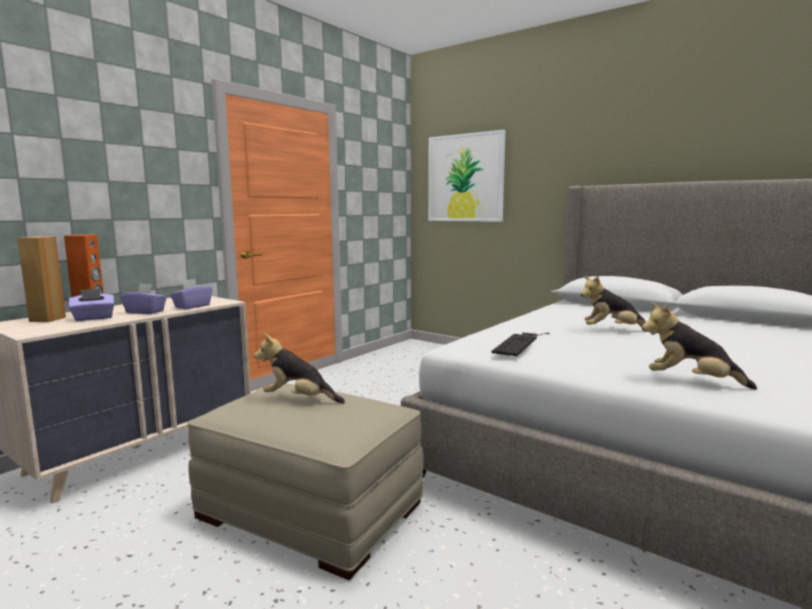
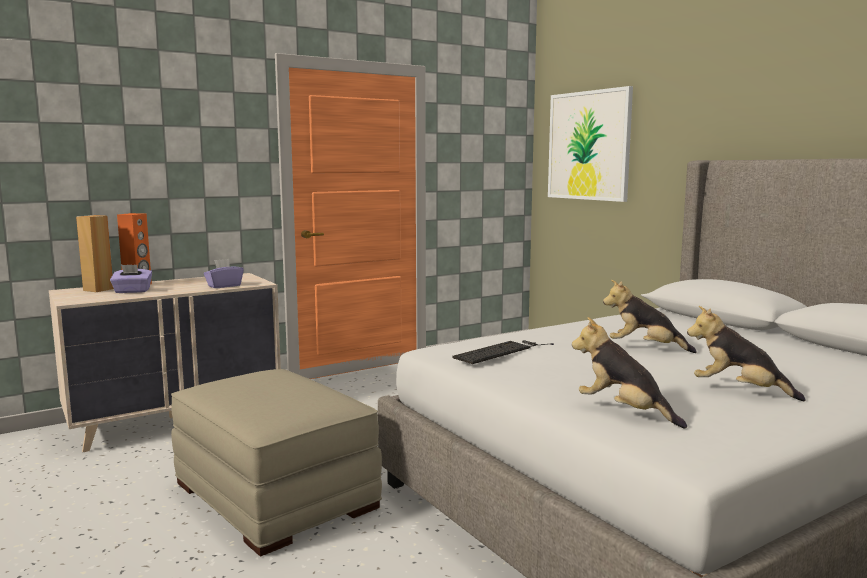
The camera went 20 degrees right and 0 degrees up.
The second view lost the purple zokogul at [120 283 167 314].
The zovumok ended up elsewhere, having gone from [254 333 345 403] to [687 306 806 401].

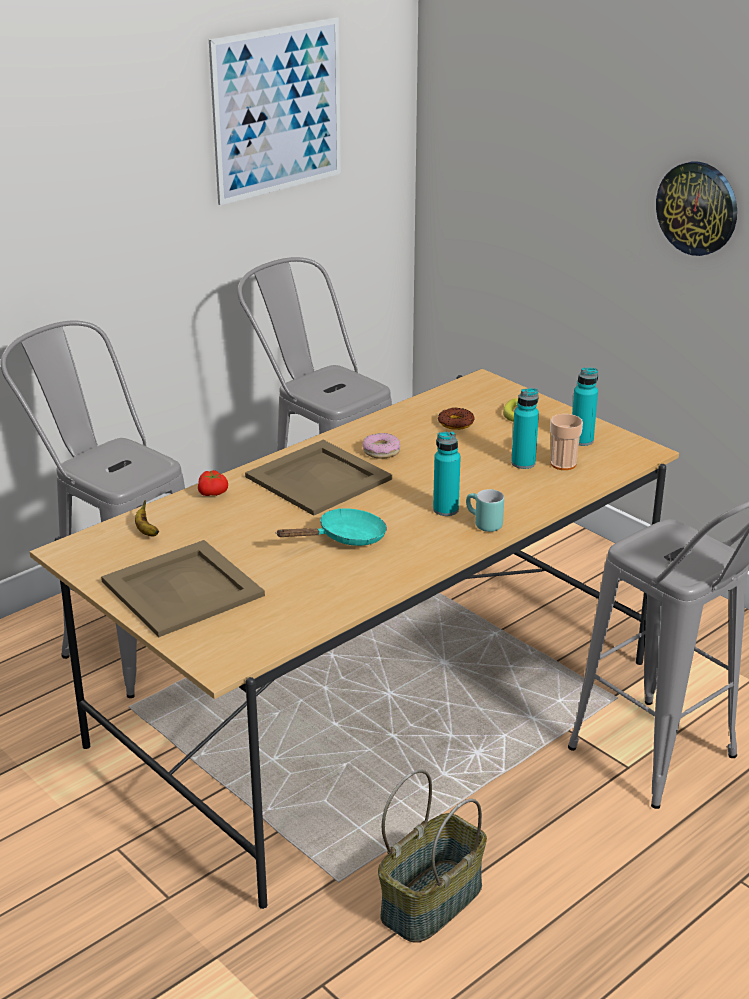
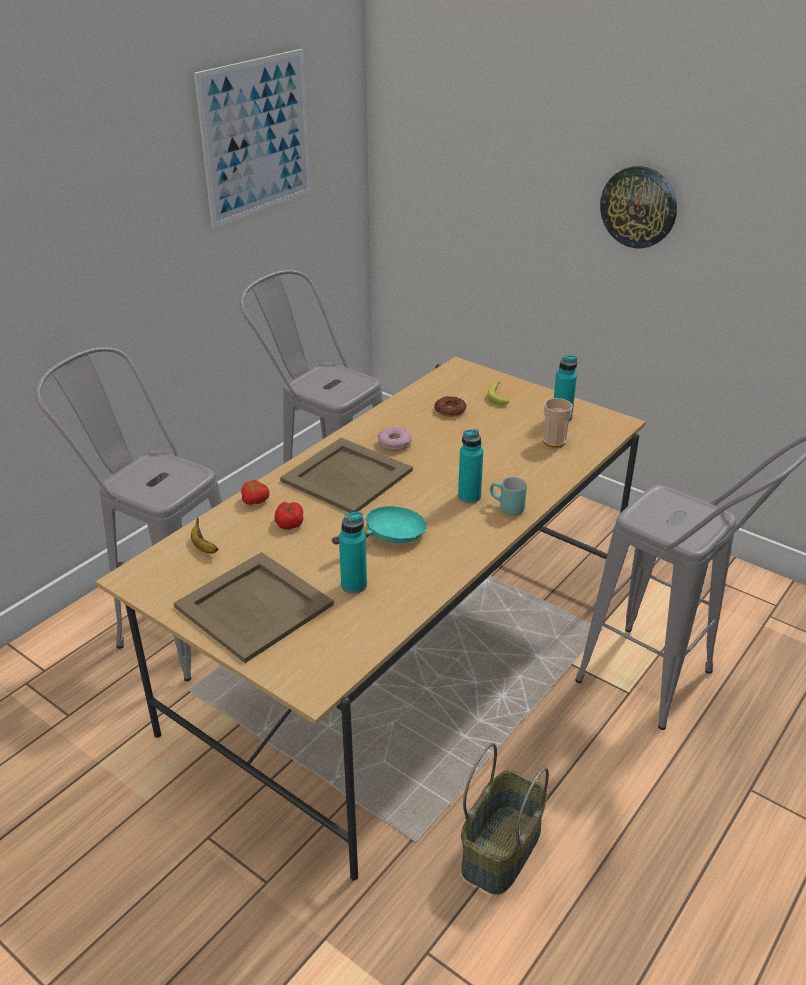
The camera went 10 degrees left and 5 degrees up.
The second view gained the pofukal at [275 502 303 530].
The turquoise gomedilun ended up elsewhere, having gone from [511 388 539 469] to [339 512 367 594].

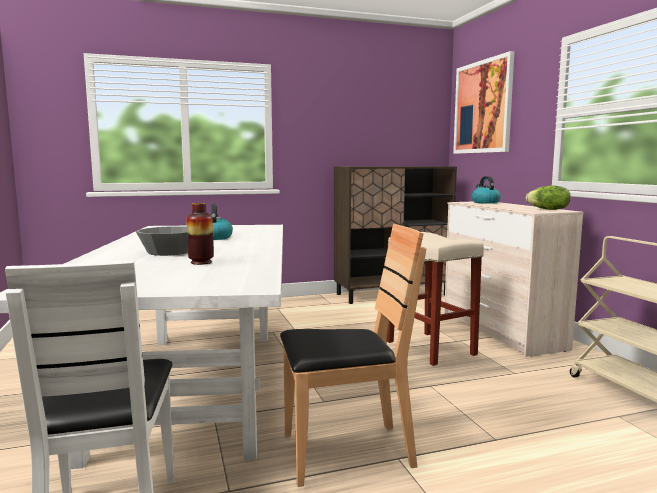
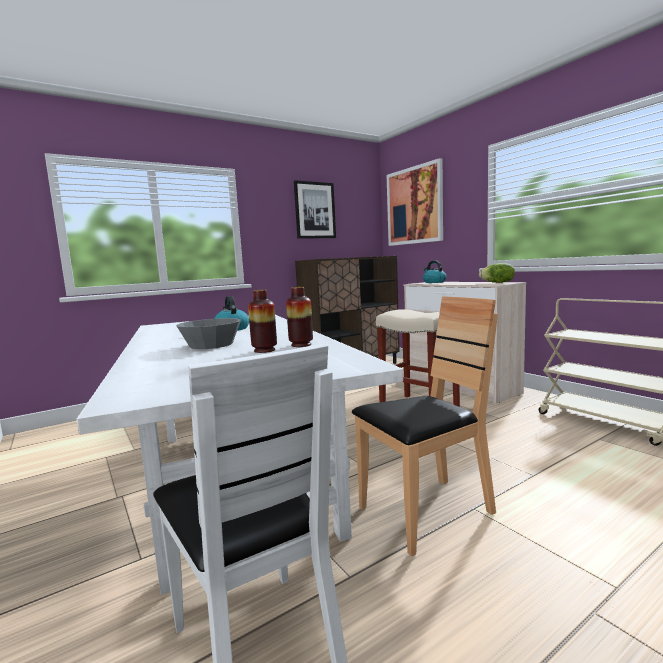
The camera went 15 degrees left and 0 degrees up.
The second view gained the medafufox at [286 287 313 347].
The second view gained the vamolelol at [294 180 336 239].

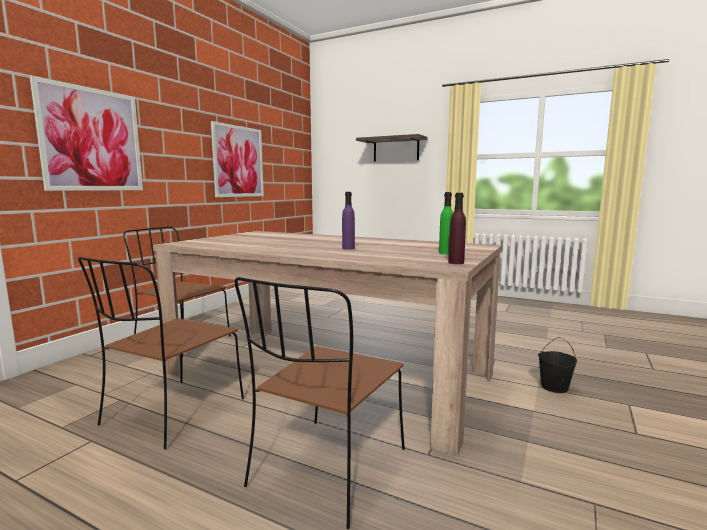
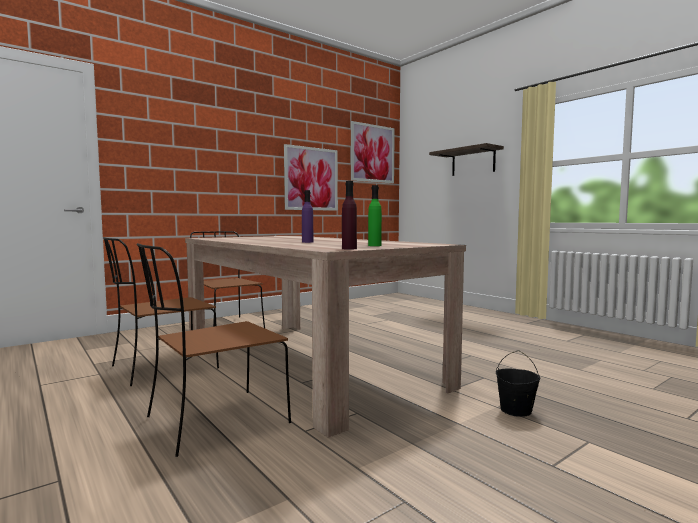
The camera went 25 degrees right and 5 degrees down.
The vamolelol ended up elsewhere, having gone from [30 76 143 191] to [351 121 395 183].

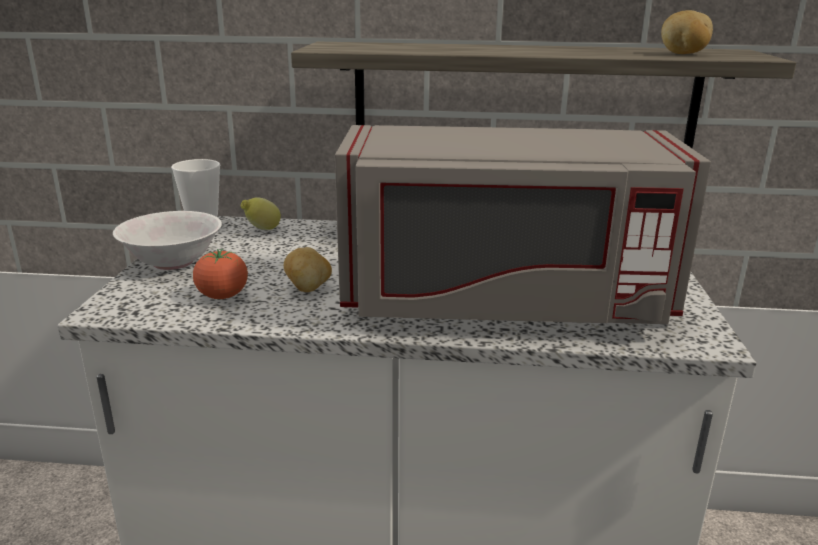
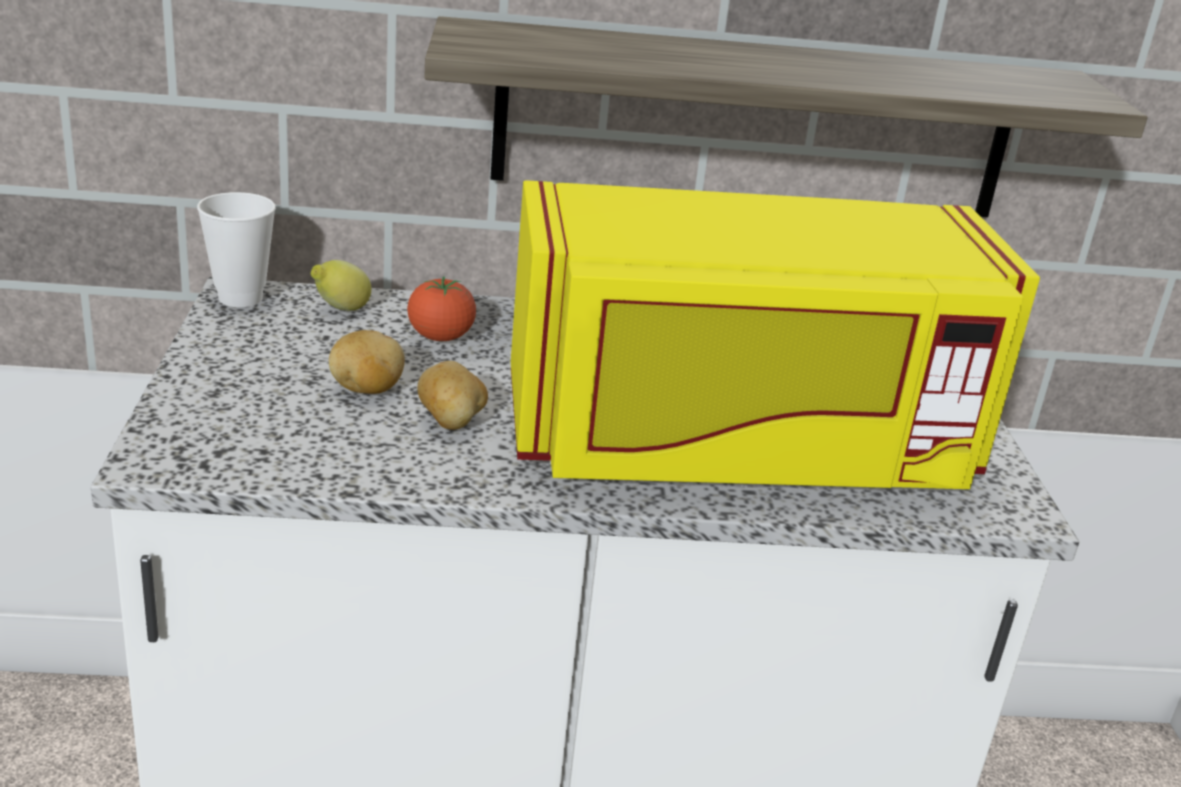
The camera went 10 degrees left and 5 degrees up.
The second view lost the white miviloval at [113 211 222 270].
The pofukal ended up elsewhere, having gone from [193 249 248 299] to [407 276 476 341].
The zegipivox ended up elsewhere, having gone from [661 10 713 54] to [329 330 405 394].
What was the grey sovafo at [335 125 711 324] turned into the yellow sovafo at [511 180 1040 489].

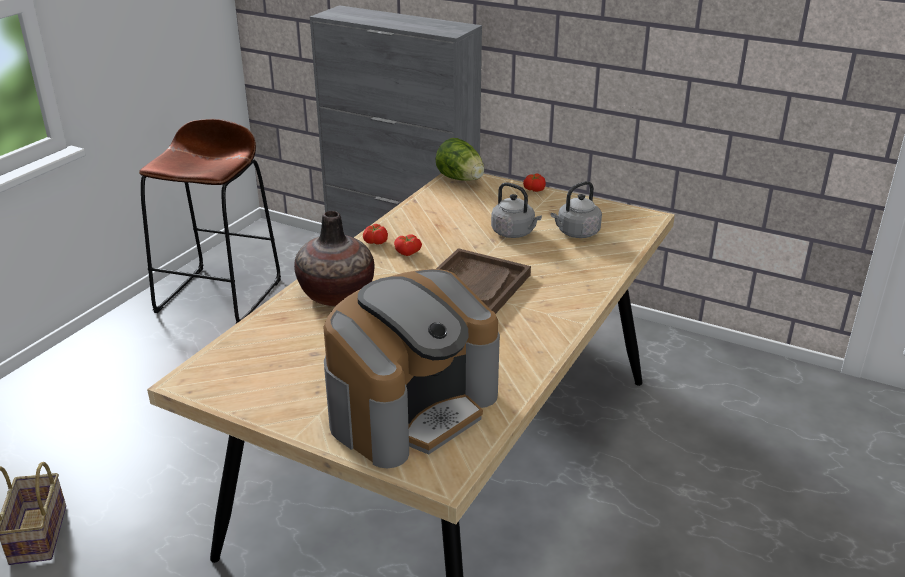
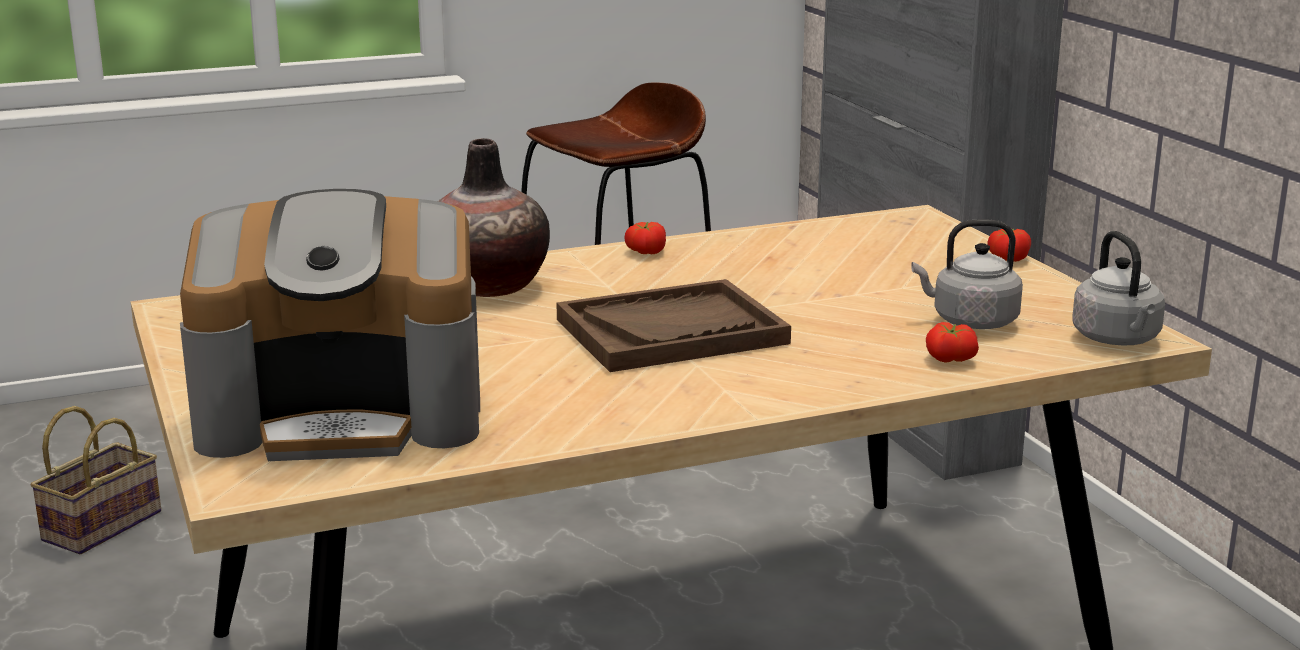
The camera went 40 degrees right and 10 degrees down.
The second view lost the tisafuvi at [436 138 484 181].
The pofukal ended up elsewhere, having gone from [394 234 422 256] to [926 322 979 363].
The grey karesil ended up elsewhere, having gone from [491 182 542 238] to [1072 231 1165 346].

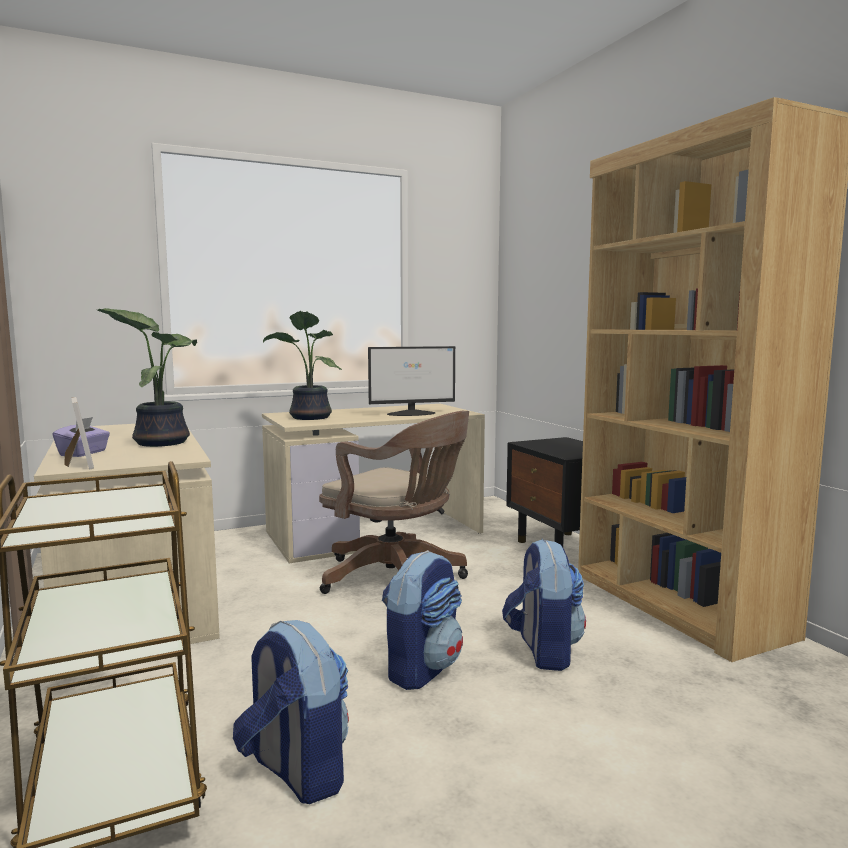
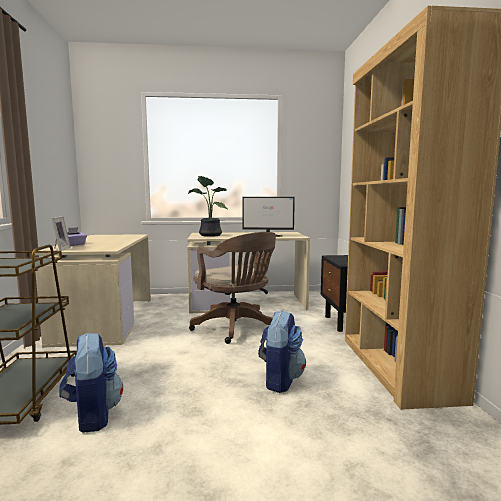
The camera went 20 degrees right and 0 degrees up.
The second view lost the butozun at [97 308 197 447].
The second view lost the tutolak at [382 550 463 690].

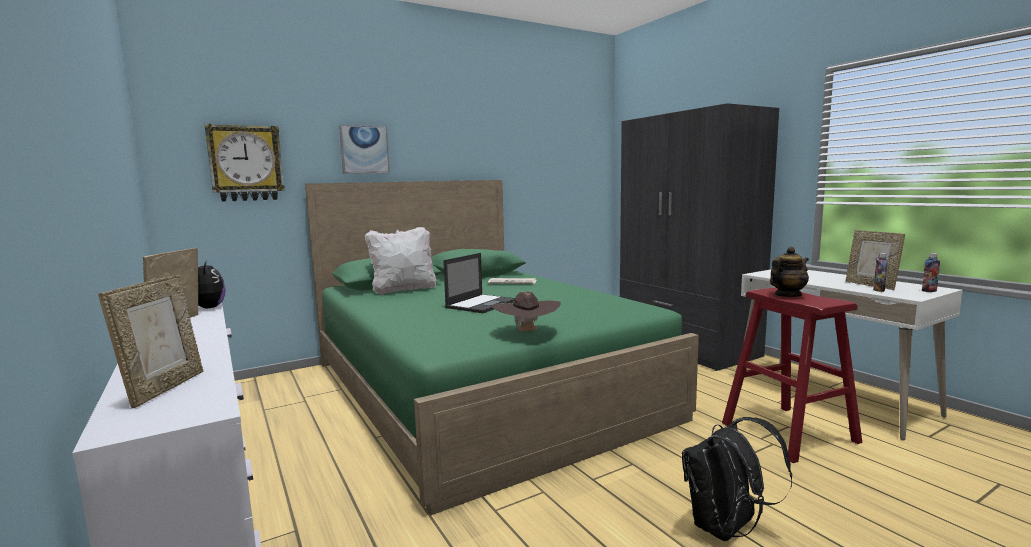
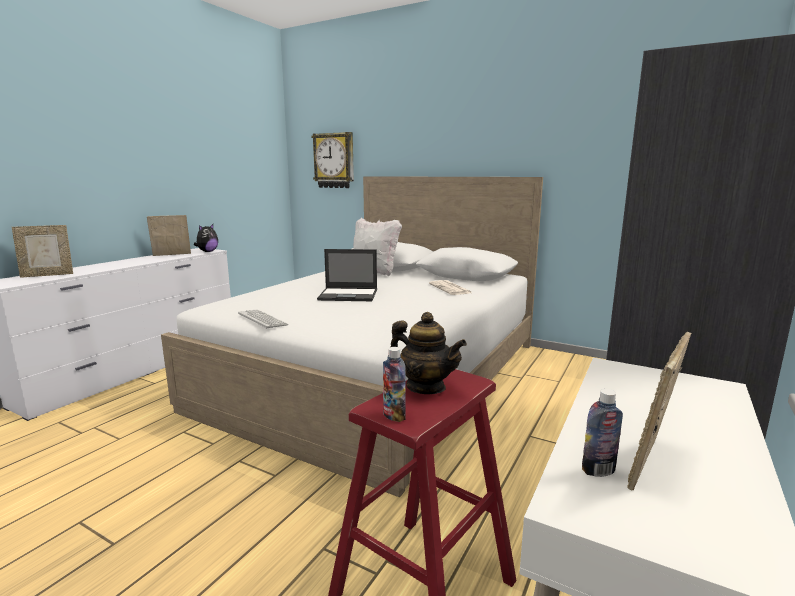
The camera went 60 degrees right and 5 degrees up.
The second view lost the vamolelol at [339 125 390 174].
The second view lost the black tutolak at [682 417 792 541].
The gomedilun ended up elsewhere, having gone from [922 253 940 292] to [383 347 406 422].
Where the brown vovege stood at [491 291 561 332], the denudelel came to stand at [238 309 289 329].
What was the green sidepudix at [305 180 699 515] turned into the white sidepudix at [161 176 543 497].

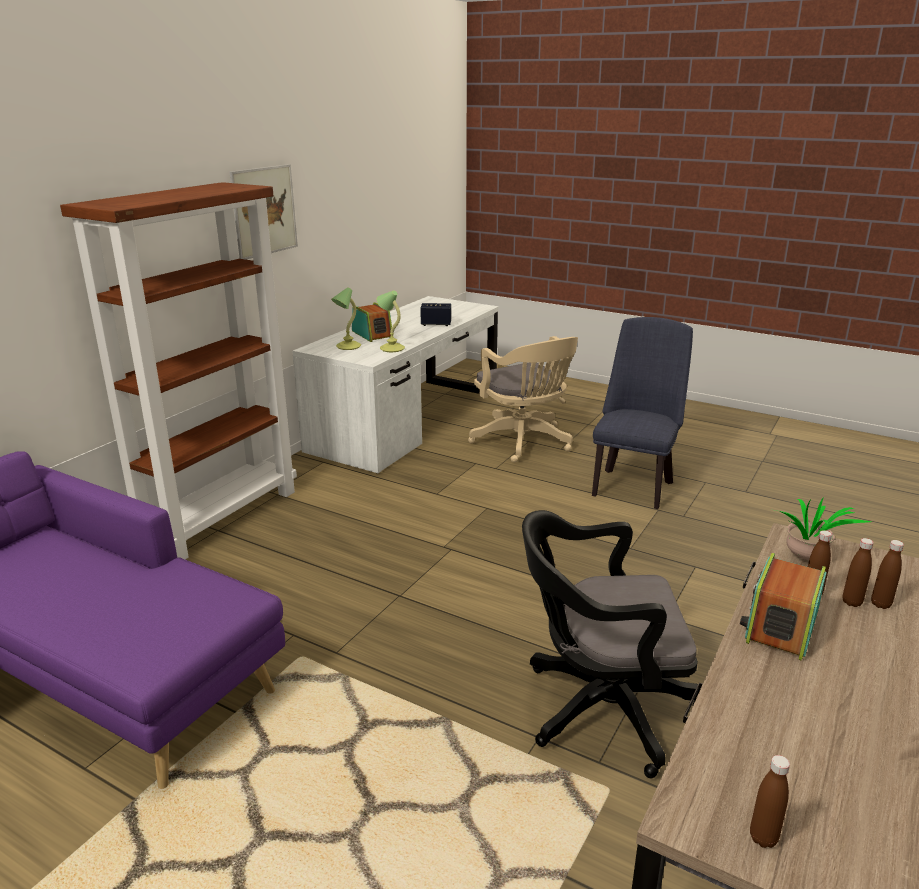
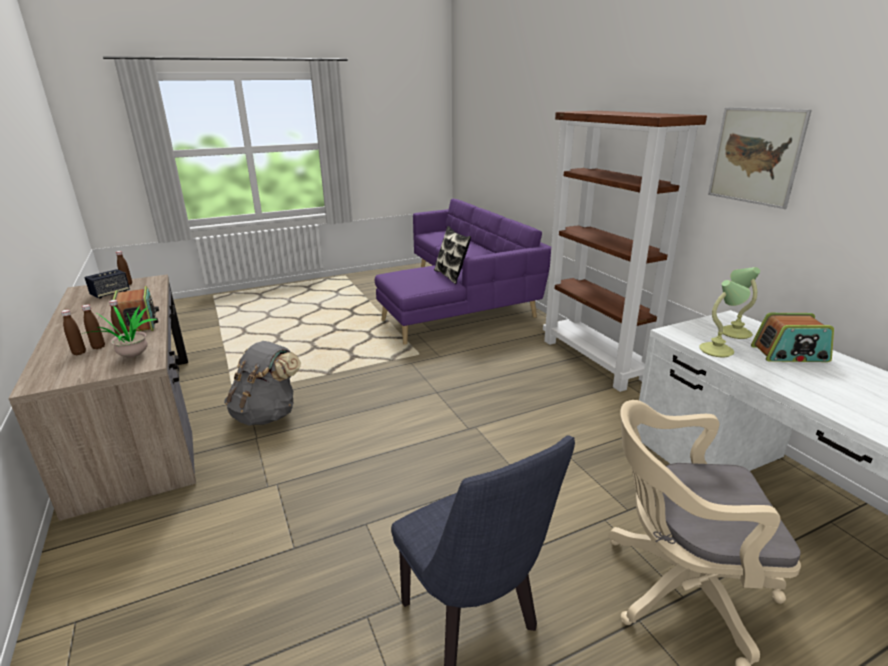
The camera went 125 degrees right and 0 degrees up.
The second view gained the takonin at [434 226 471 284].
The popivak ended up elsewhere, having gone from [420 303 451 326] to [84 269 130 299].
Where the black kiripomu stood at [522 510 700 778], the grey tutolak came to stand at [224 341 301 426].

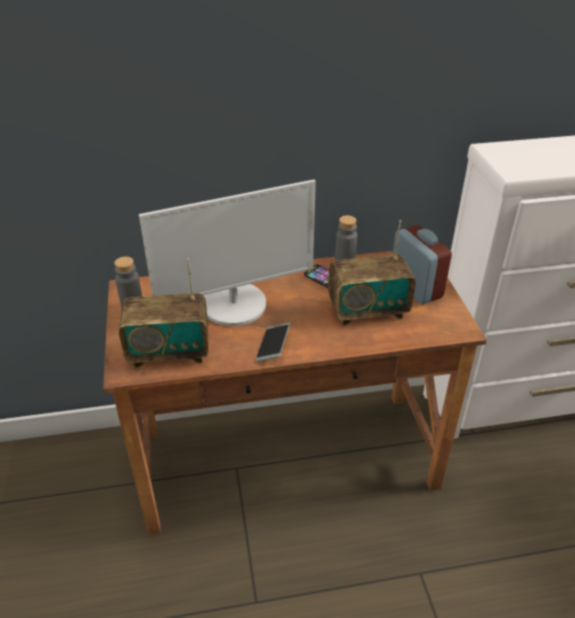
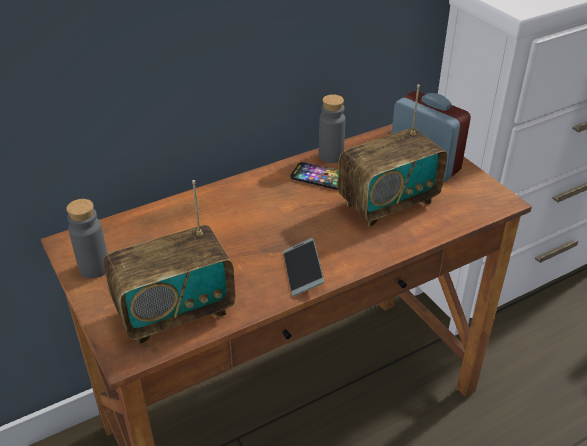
The camera went 20 degrees left and 0 degrees up.
The second view lost the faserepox at [139 180 316 326].

